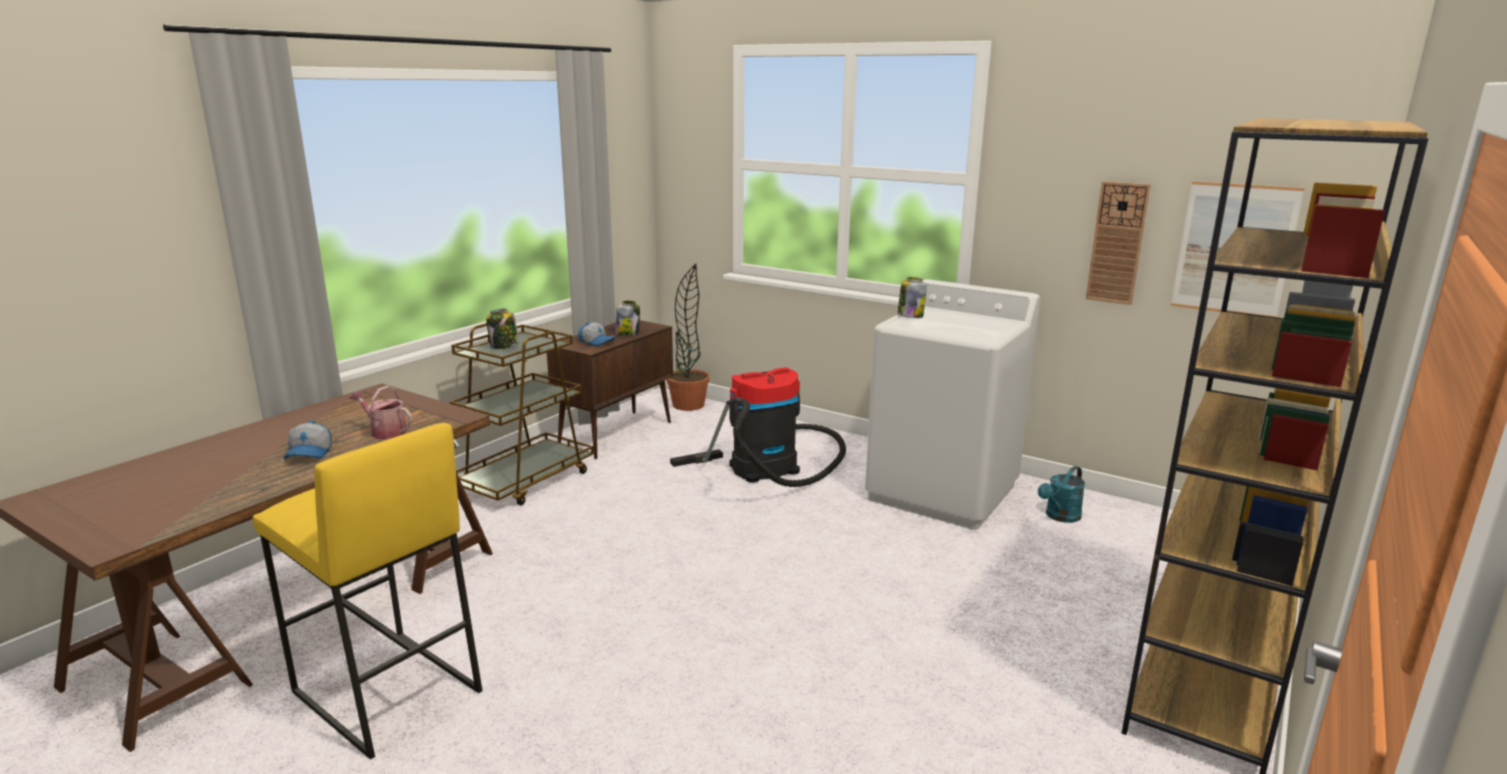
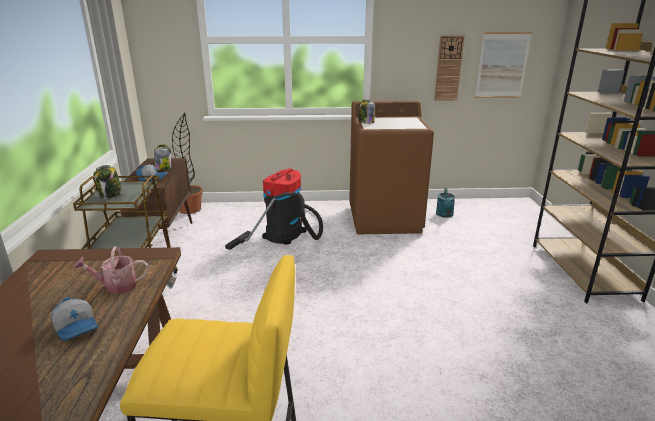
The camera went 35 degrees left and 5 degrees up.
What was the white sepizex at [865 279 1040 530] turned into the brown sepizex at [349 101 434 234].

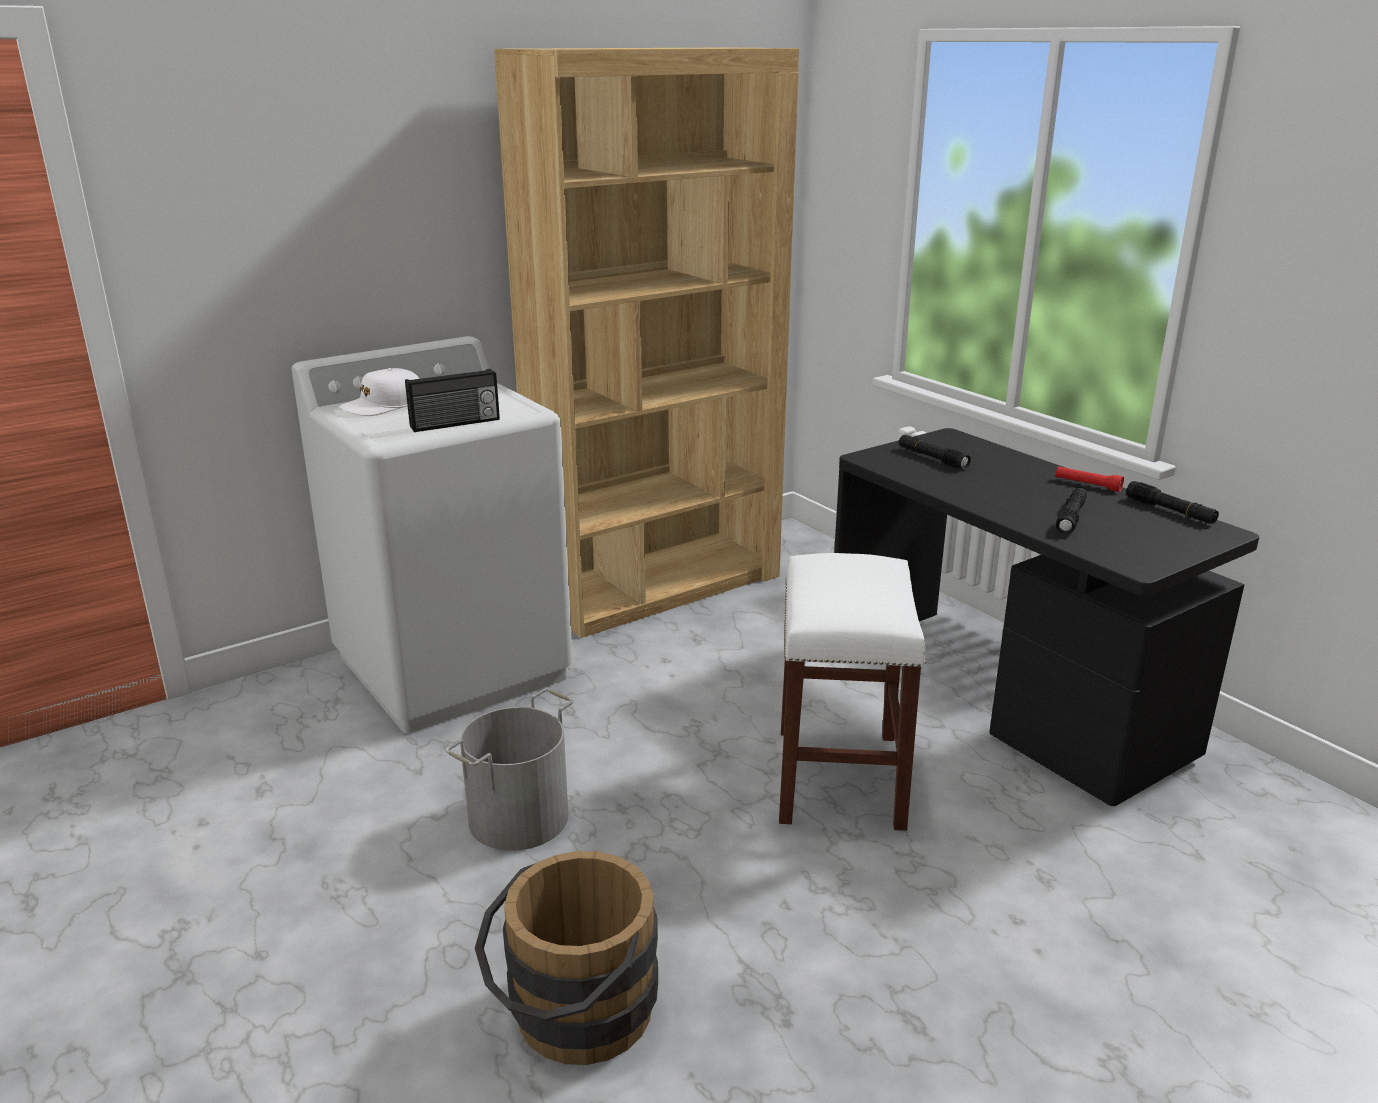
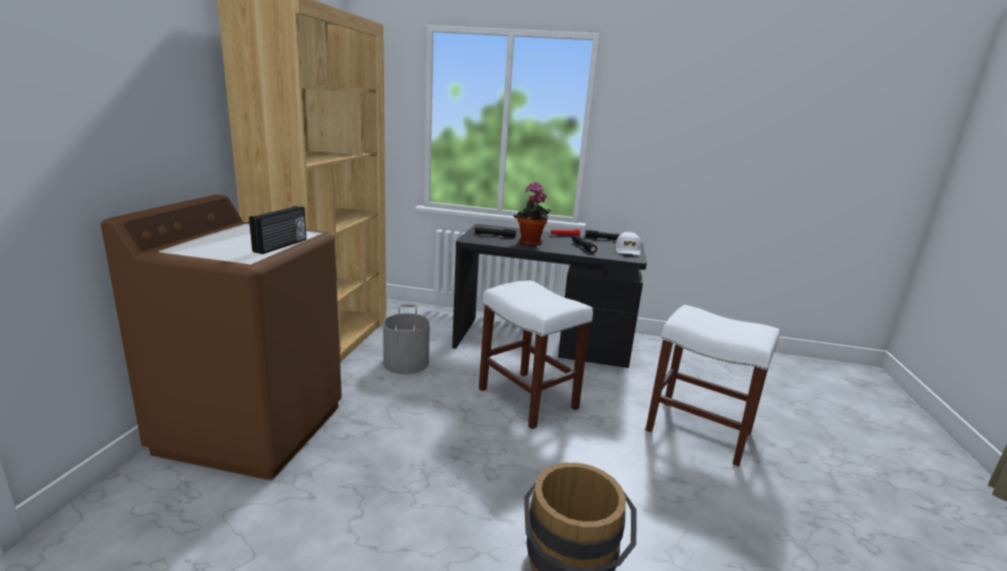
The camera went 45 degrees left and 5 degrees down.
The second view gained the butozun at [513 182 551 246].
The second view gained the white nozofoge at [646 305 780 466].
The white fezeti ended up elsewhere, having gone from [339 368 420 416] to [615 232 641 255].
The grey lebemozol ended up elsewhere, having gone from [445 688 574 851] to [383 305 430 374].
What was the white sepizex at [292 336 573 733] turned into the brown sepizex at [101 194 342 480].

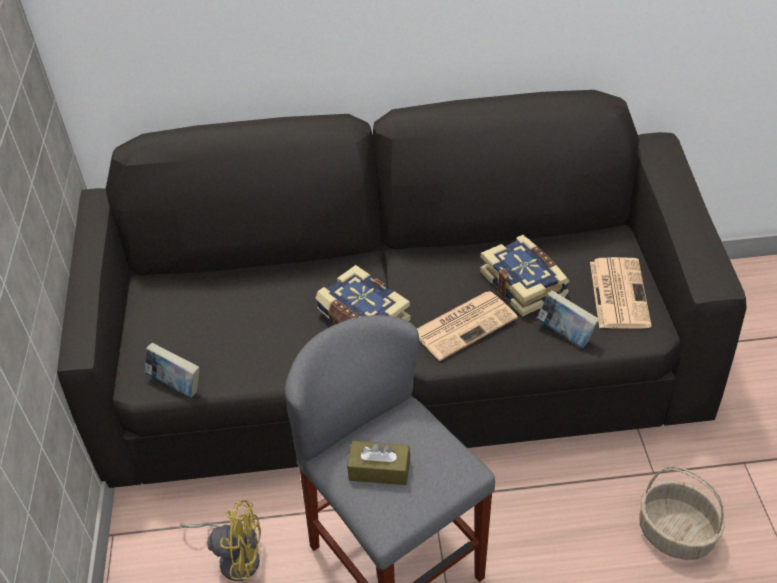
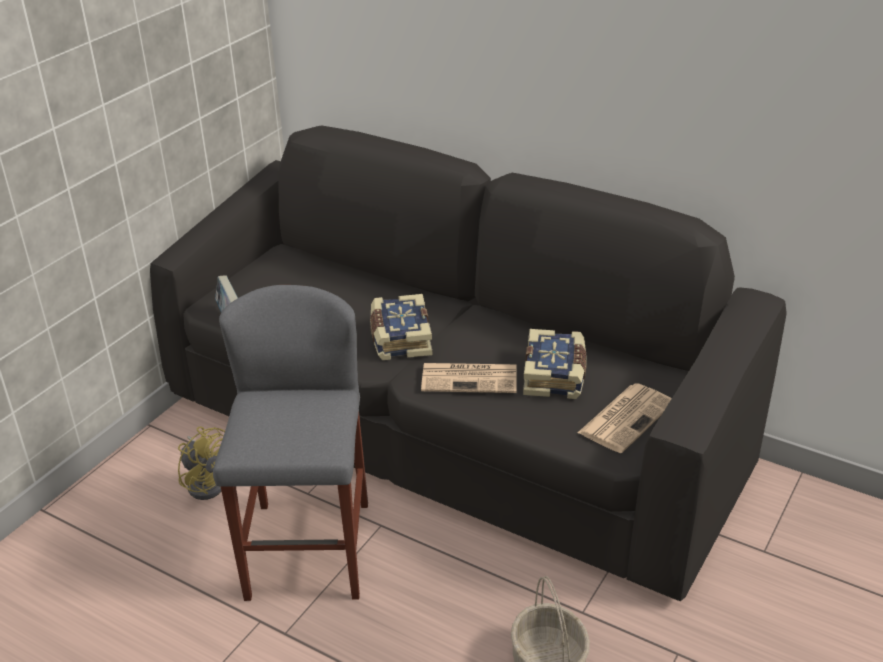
The camera went 35 degrees right and 10 degrees down.
The second view lost the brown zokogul at [347 441 410 485].
The second view lost the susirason at [537 290 599 348].

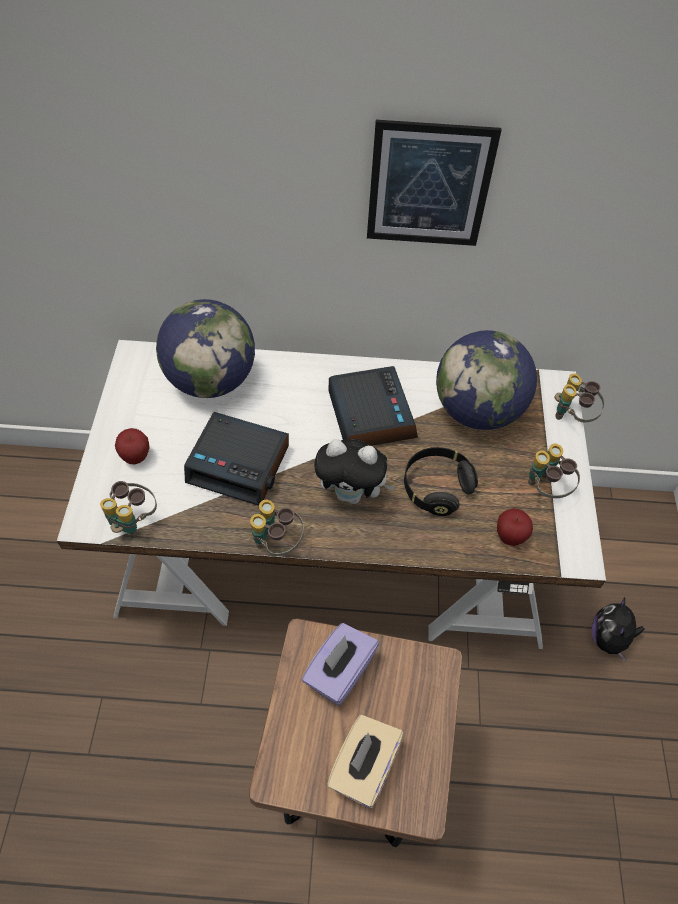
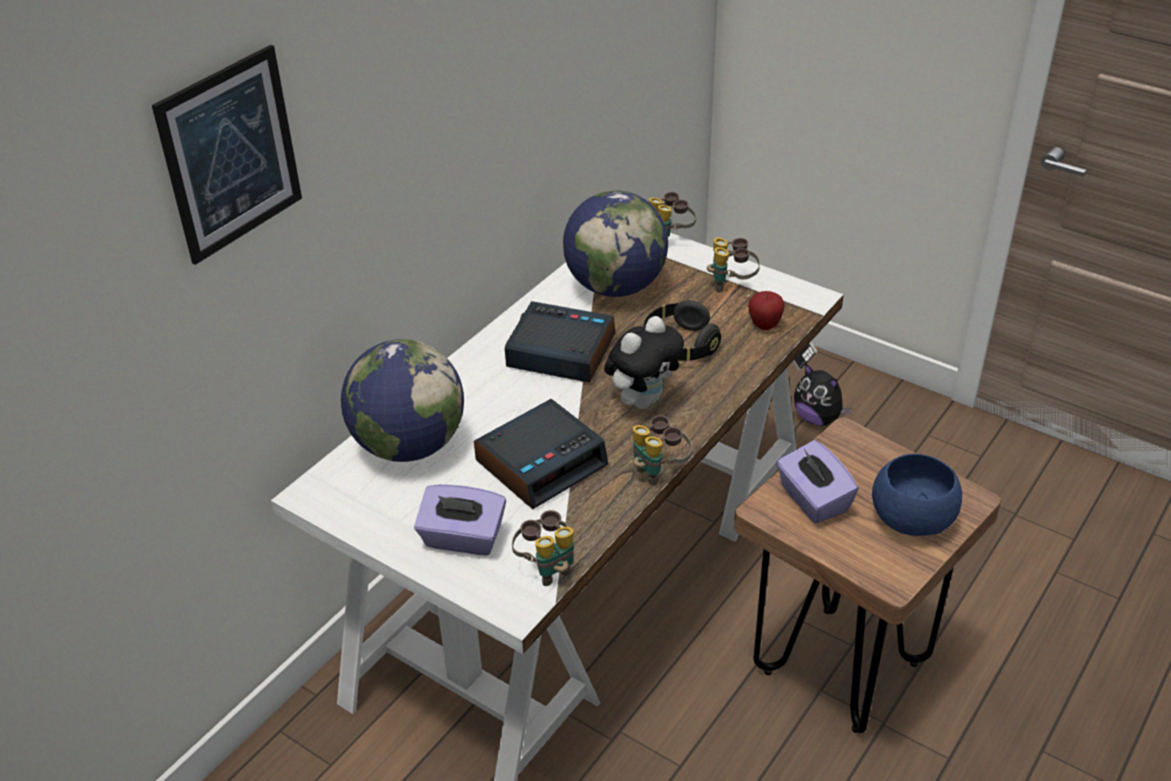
The camera went 55 degrees left and 15 degrees down.
The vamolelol ended up elsewhere, having gone from [367 120 501 246] to [152 45 302 265].
Where the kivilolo stood at [115 428 150 464], the purple zokogul came to stand at [414 484 506 555].
Where the beige zokogul stood at [327 715 404 808], the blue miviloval came to stand at [872 454 962 536].

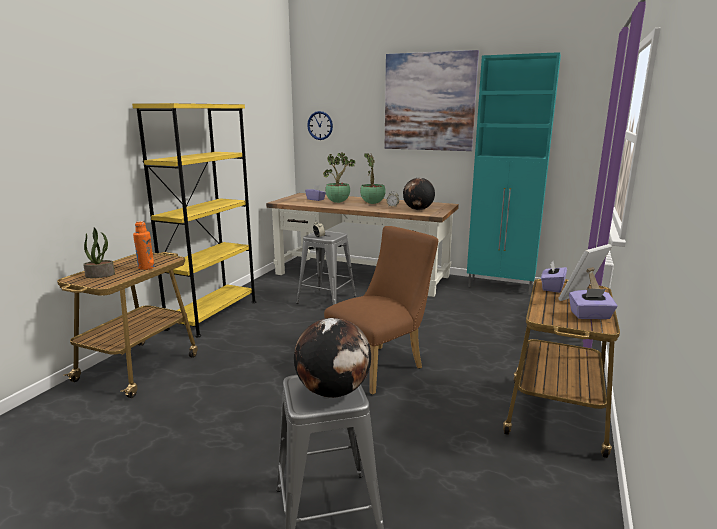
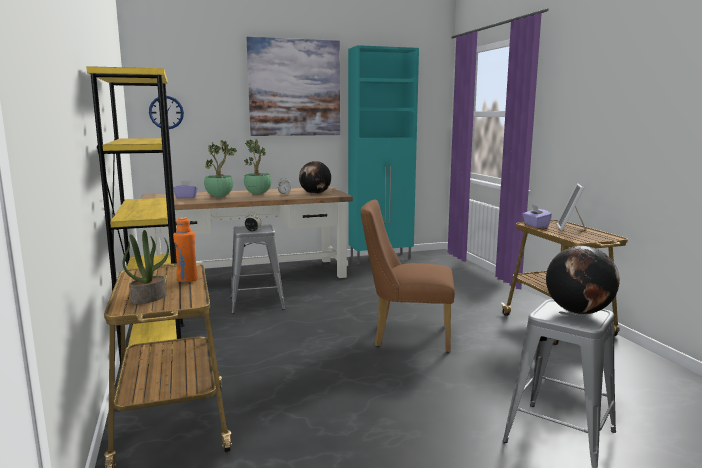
The camera went 40 degrees left and 5 degrees down.
The second view lost the purple zokogul at [569 288 618 319].
The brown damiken at [324 226 438 395] ended up facing another way, 90 degrees counterclockwise from before.

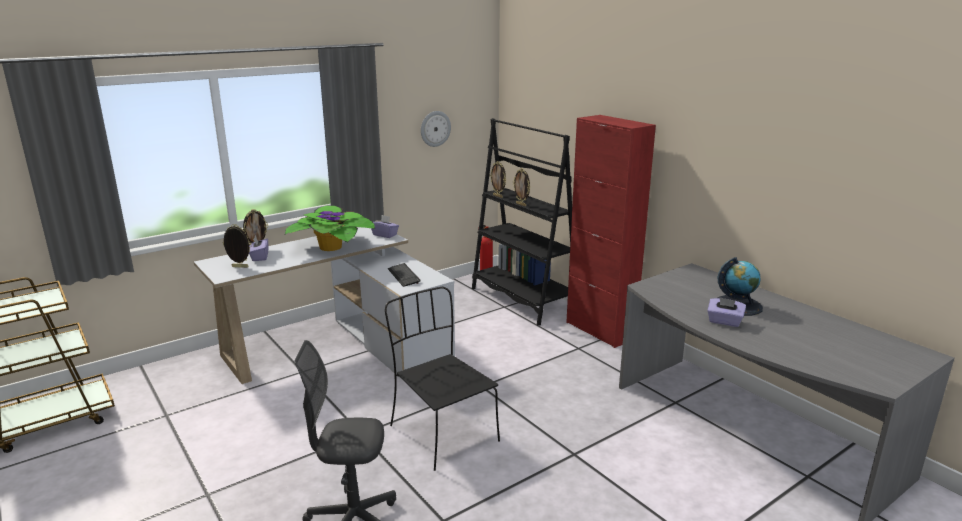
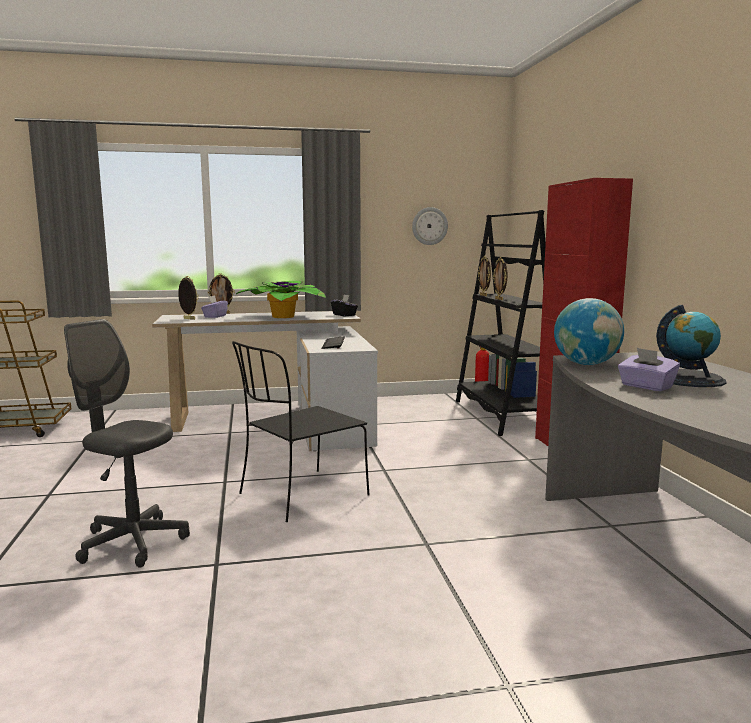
The camera went 25 degrees right and 10 degrees down.
The second view gained the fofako at [554 298 624 365].
What was the purple zokogul at [371 215 399 238] turned into the black zokogul at [331 295 358 316].
The black damiken at [385 287 500 471] ended up facing another way, 120 degrees counterclockwise from before.

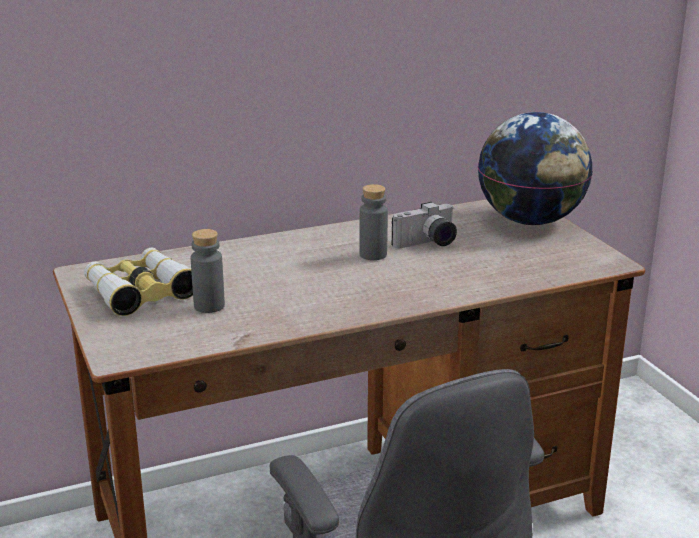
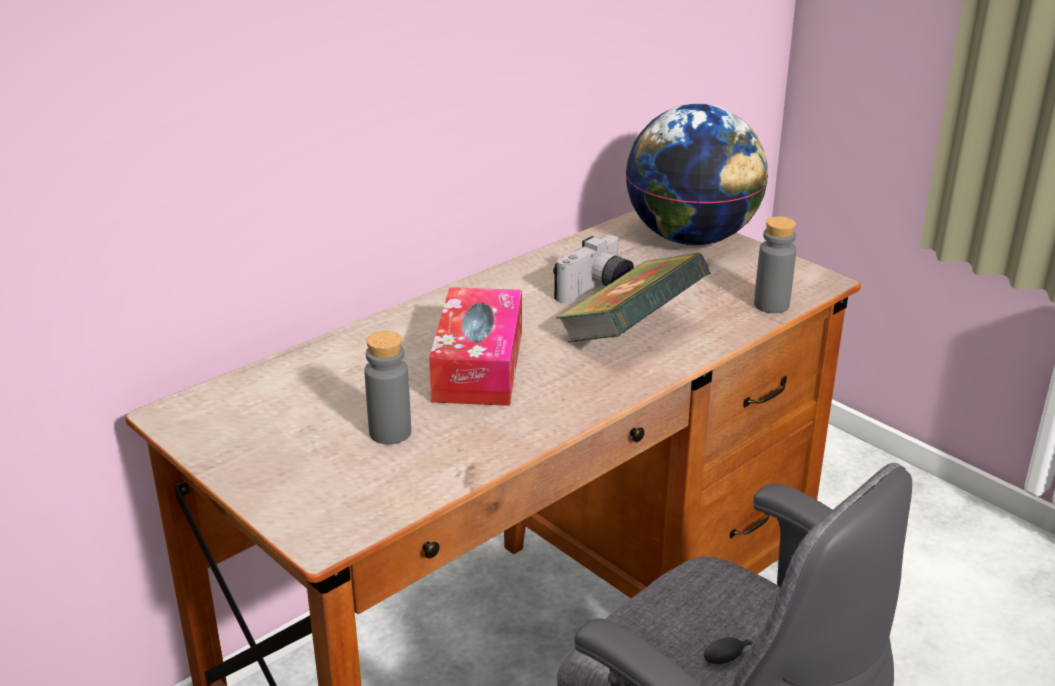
The camera went 20 degrees left and 5 degrees up.
The second view lost the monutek at [84 248 193 316].
The second view gained the zokogul at [429 287 522 406].
The second view gained the susirason at [556 253 710 342].
The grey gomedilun ended up elsewhere, having gone from [359 184 388 260] to [754 216 796 313].

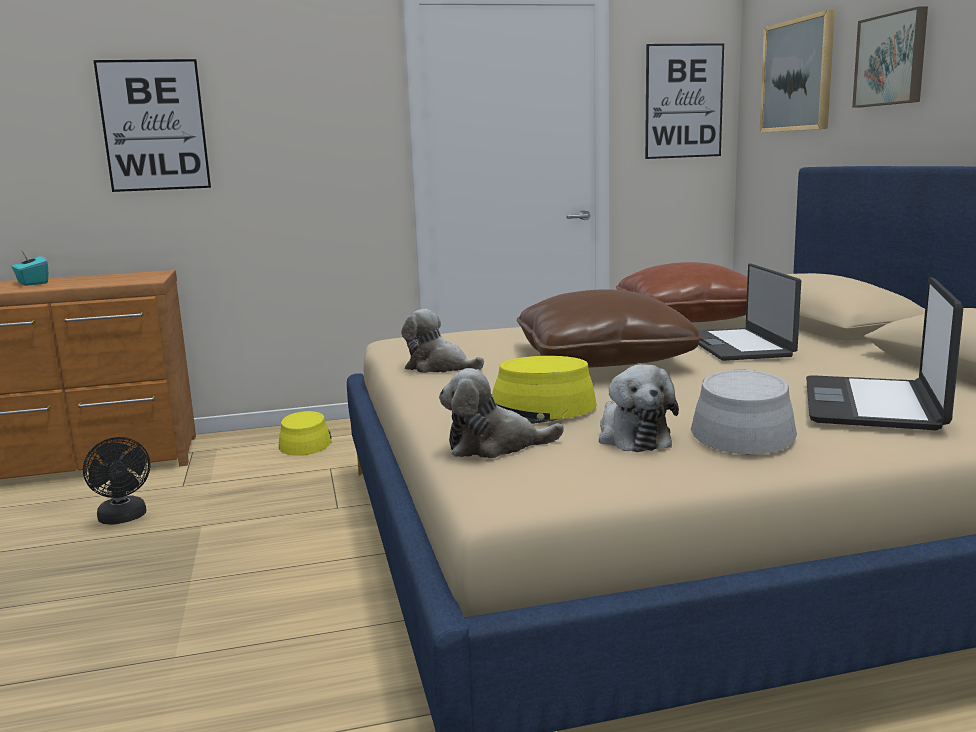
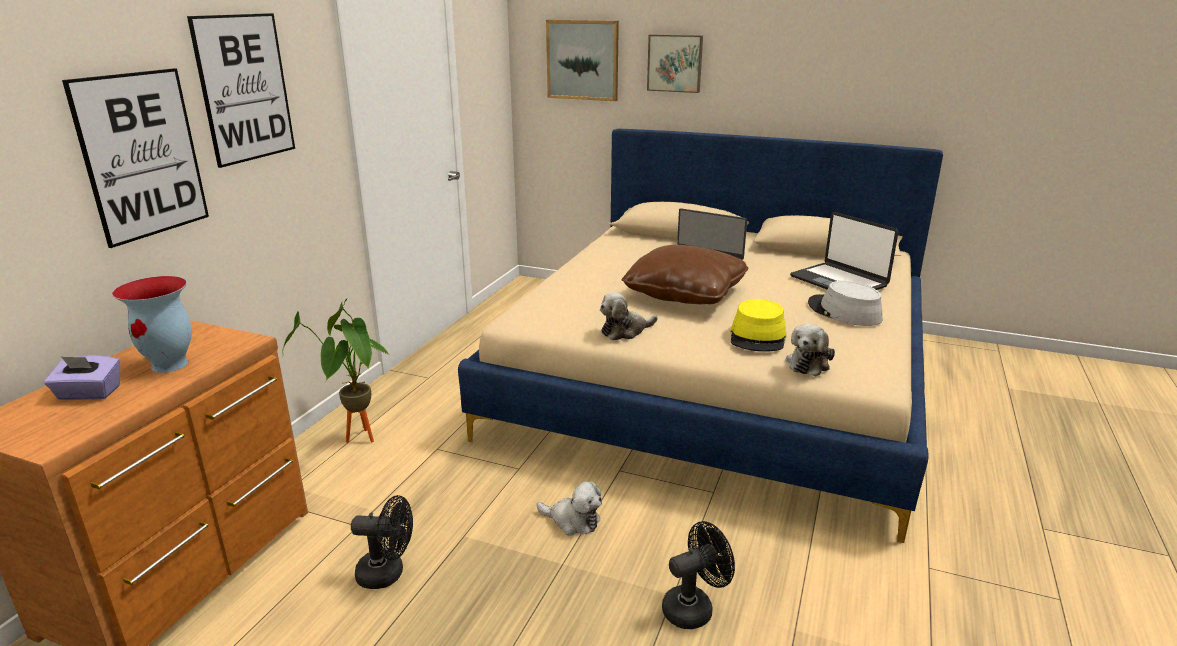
The camera went 55 degrees left and 10 degrees up.
The second view lost the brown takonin at [616 262 748 323].
The second view gained the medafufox at [112 276 192 373].
The second view gained the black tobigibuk at [662 521 735 629].
The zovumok ended up elsewhere, having gone from [599 364 679 452] to [536 481 602 536].
The vamolelol ended up elsewhere, having gone from [645 43 724 159] to [187 13 295 168].
Where the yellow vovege stood at [278 411 332 456], the butozun came to stand at [282 299 391 443].
What was the turquoise zokogul at [12 251 48 286] turned into the purple zokogul at [44 355 120 400].

